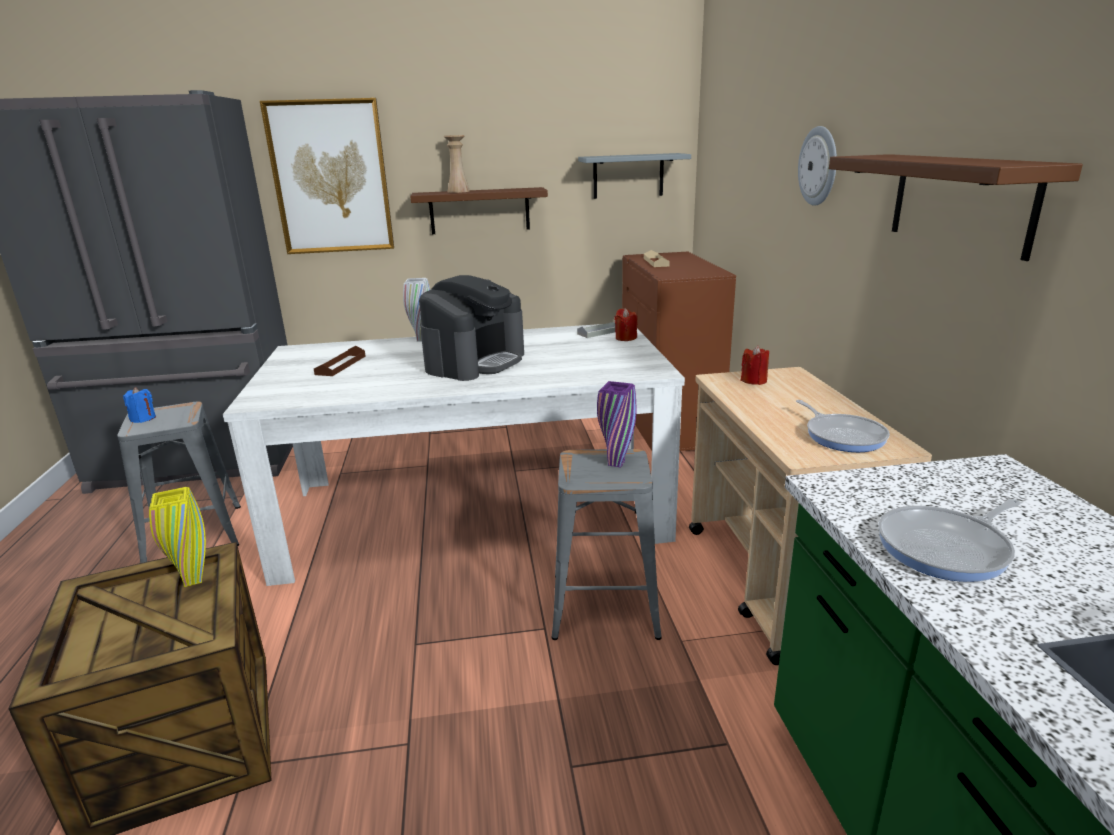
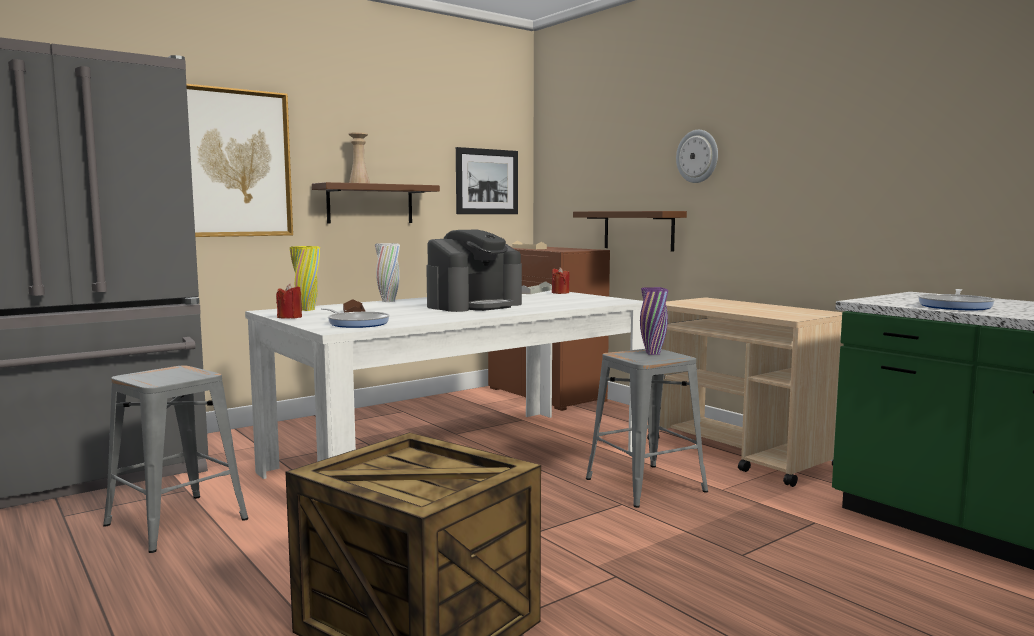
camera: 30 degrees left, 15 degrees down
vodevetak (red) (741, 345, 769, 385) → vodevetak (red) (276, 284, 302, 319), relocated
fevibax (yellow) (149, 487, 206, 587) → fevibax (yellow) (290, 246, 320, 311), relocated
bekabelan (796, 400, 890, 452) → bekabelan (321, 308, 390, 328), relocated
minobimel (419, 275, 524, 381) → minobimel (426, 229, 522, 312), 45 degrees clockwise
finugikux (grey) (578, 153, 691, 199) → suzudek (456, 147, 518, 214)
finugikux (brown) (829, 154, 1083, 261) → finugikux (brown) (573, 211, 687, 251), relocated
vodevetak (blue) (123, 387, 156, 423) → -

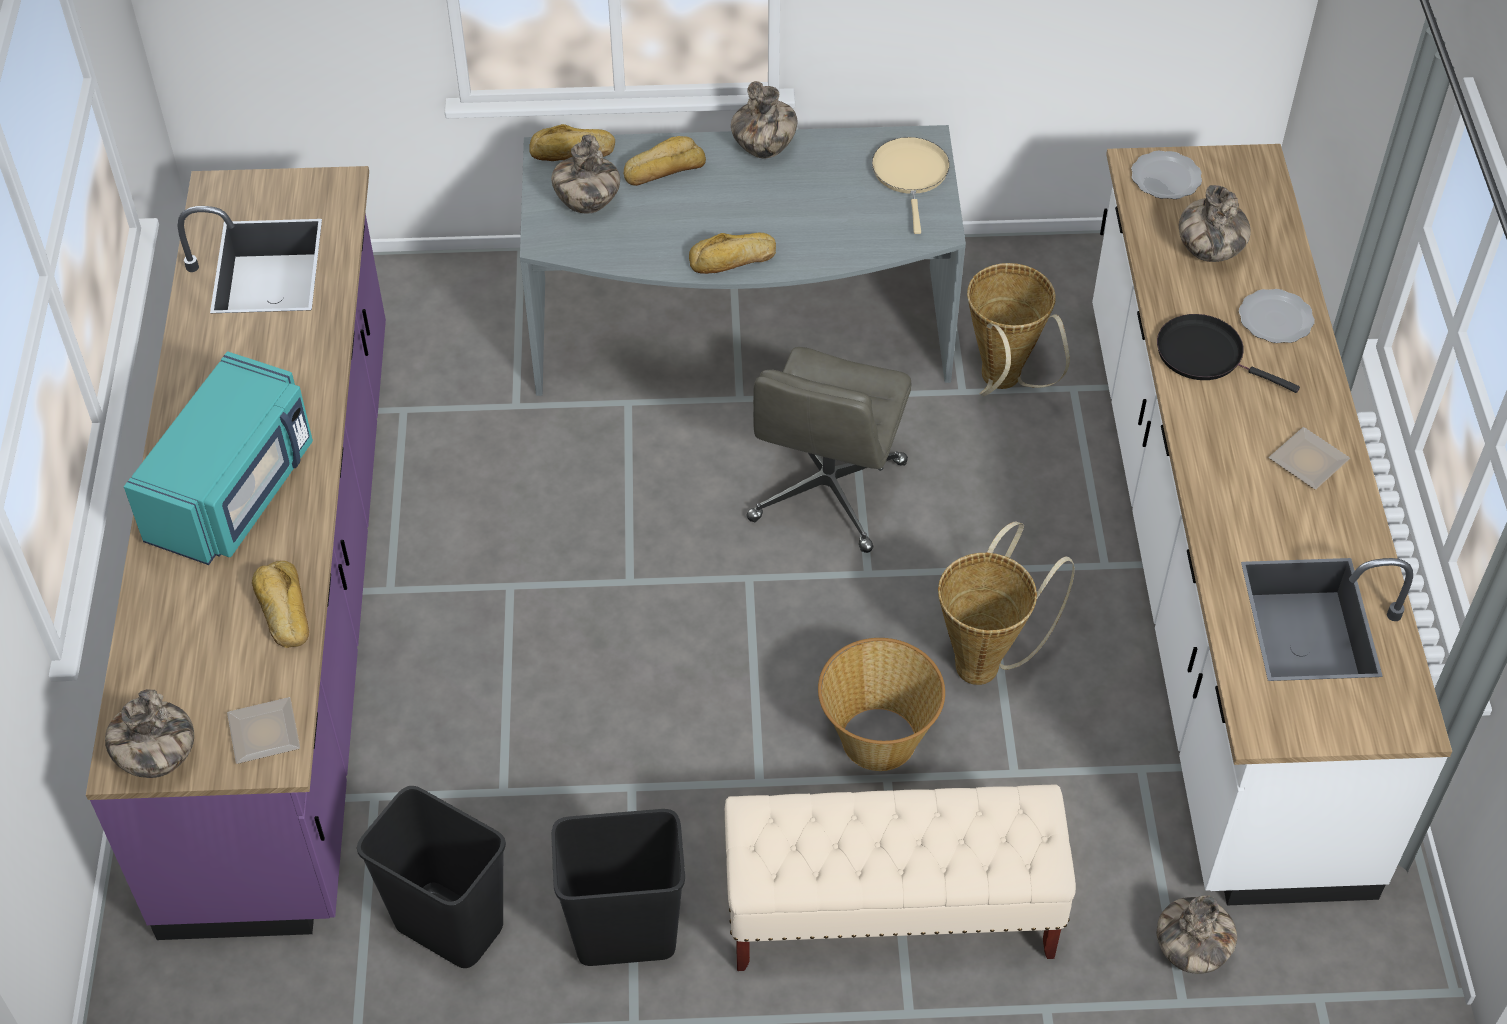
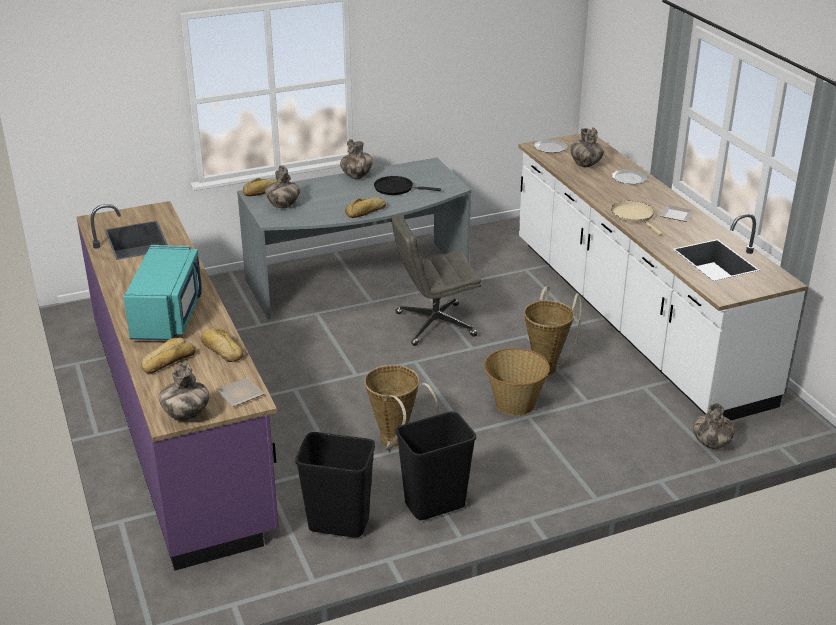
camera: 20 degrees left, 20 degrees down
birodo (624, 136, 706, 186) → birodo (141, 337, 196, 374), relocated
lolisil (967, 263, 1070, 396) → lolisil (365, 365, 439, 450), relocated
bekabelan (black) (1157, 314, 1300, 393) → bekabelan (black) (374, 176, 441, 195), relocated
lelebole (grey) (746, 347, 911, 553) → lelebole (grey) (391, 214, 481, 346), 75 degrees clockwise
bekabelan (beige) (872, 137, 950, 234) → bekabelan (beige) (611, 201, 662, 235), relocated
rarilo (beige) (725, 784, 1076, 971) → -

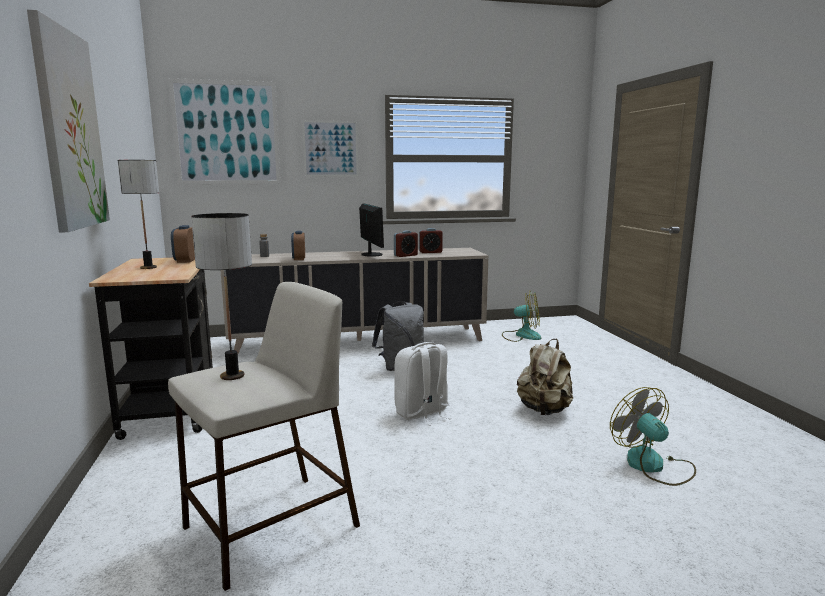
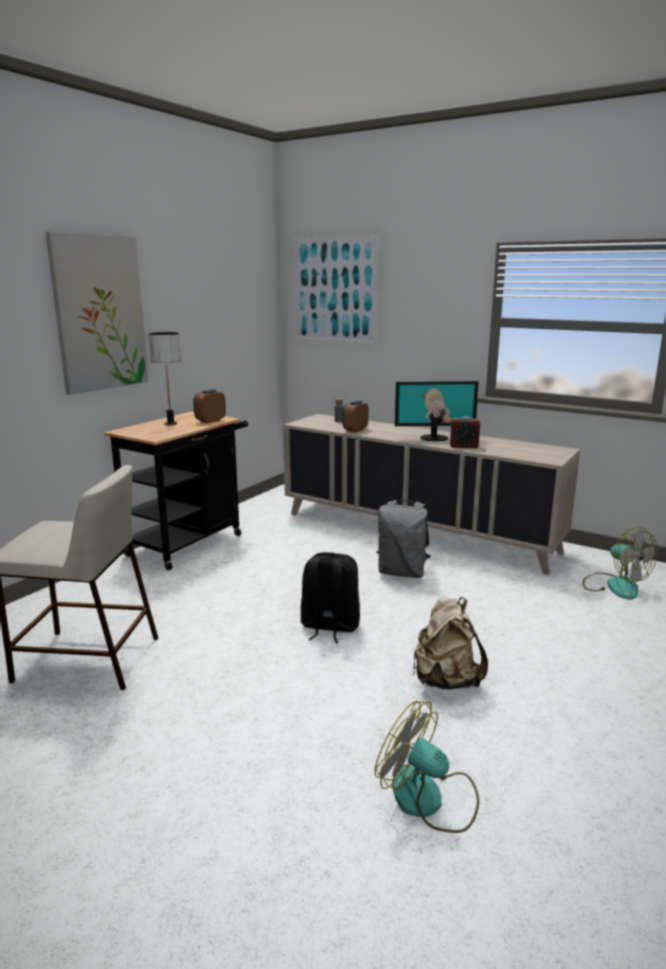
camera: 45 degrees right, 5 degrees up
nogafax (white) (394, 342, 451, 426) → nogafax (black) (301, 552, 360, 643)
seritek (610, 387, 696, 486) → seritek (375, 701, 479, 833), 75 degrees counterclockwise
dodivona (359, 204, 384, 257) → dodivona (395, 381, 478, 441), 60 degrees clockwise
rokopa (191, 213, 252, 380) → -
suzudek (302, 120, 358, 176) → -
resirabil (419, 228, 443, 253) → -

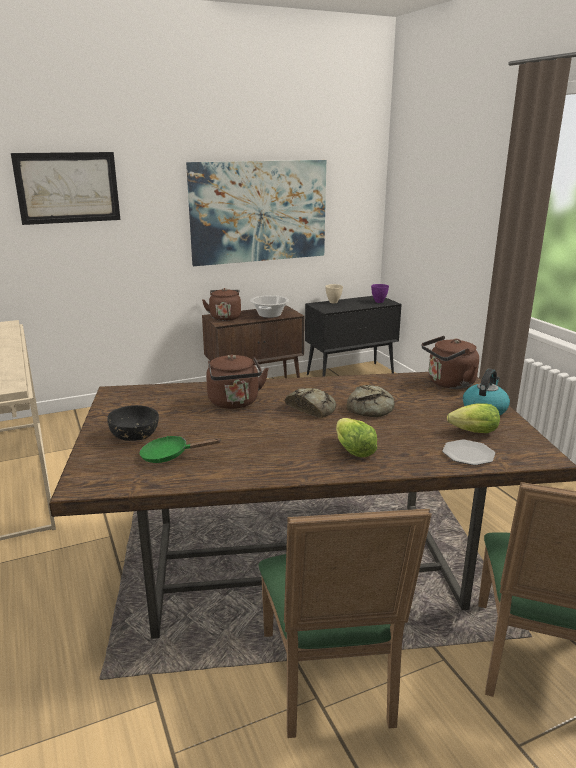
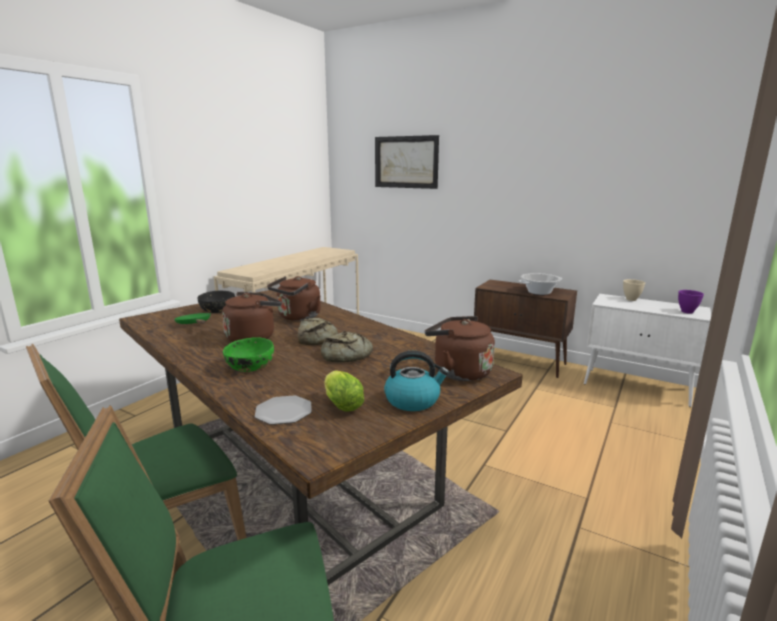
camera: 55 degrees right, 5 degrees down
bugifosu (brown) (202, 288, 241, 321) → bugifosu (brown) (222, 292, 281, 342), relocated
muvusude (336, 418, 377, 457) → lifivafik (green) (223, 337, 274, 372)
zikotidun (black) (305, 296, 402, 377) → zikotidun (white) (584, 294, 711, 407)
suzudek (186, 160, 326, 266) → -

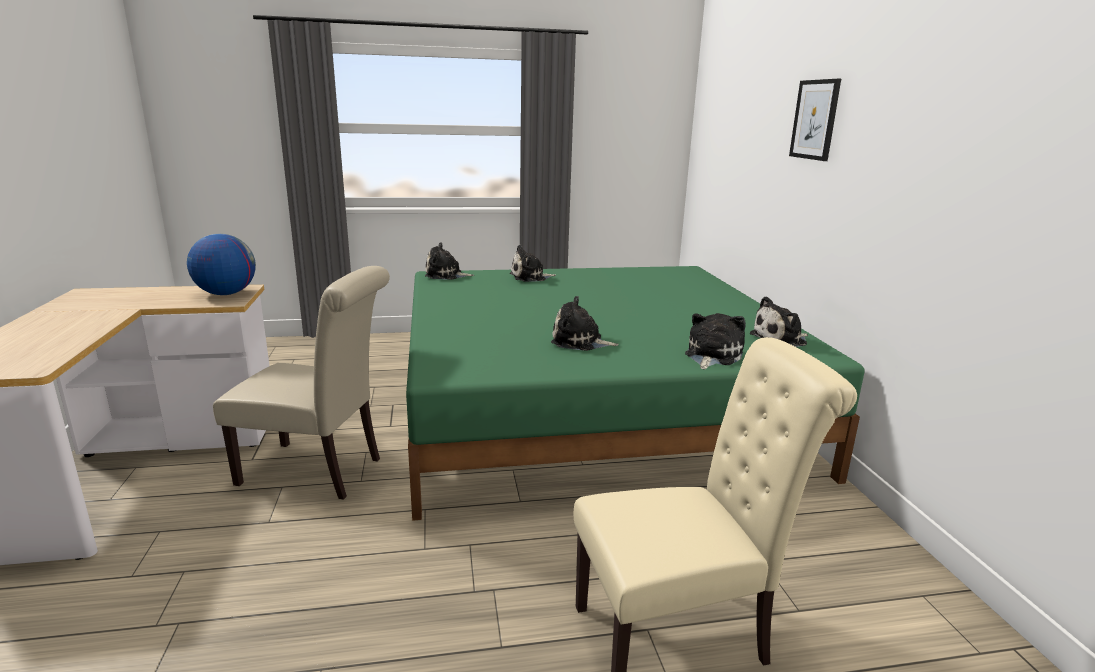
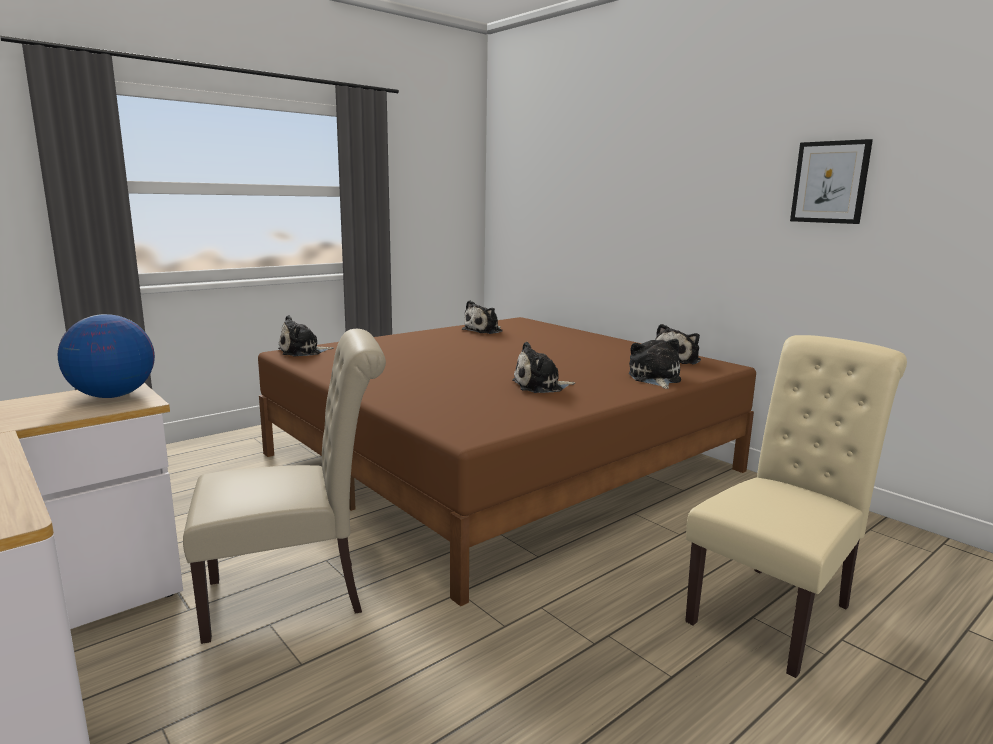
camera: 30 degrees left, 5 degrees down
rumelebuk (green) (406, 266, 865, 521) → rumelebuk (brown) (258, 317, 756, 606)
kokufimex (510, 245, 556, 282) → kokufimex (462, 300, 503, 334), relocated
suzudek (789, 79, 841, 161) → suzudek (790, 139, 873, 224), relocated

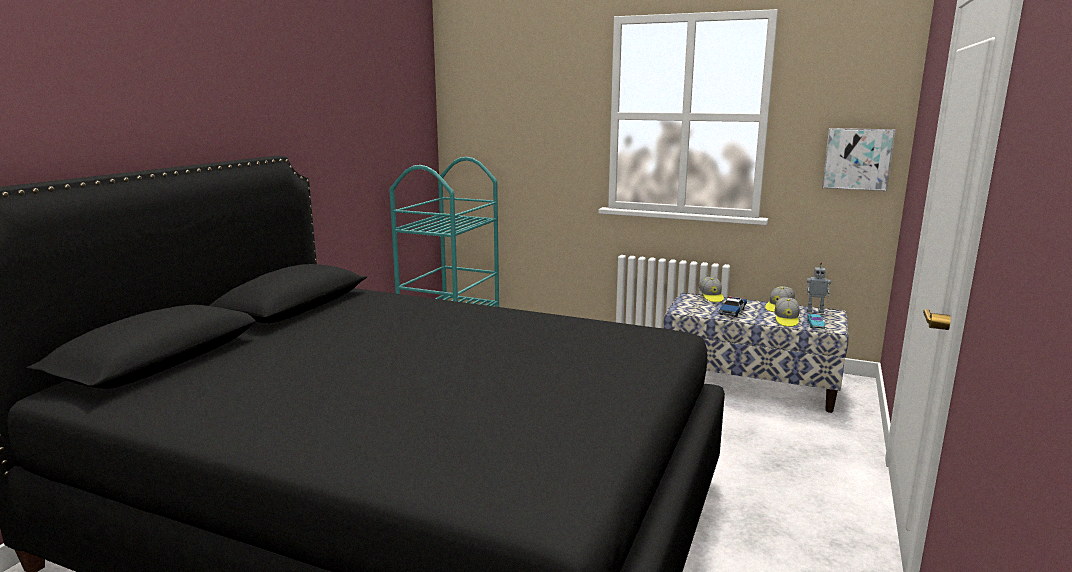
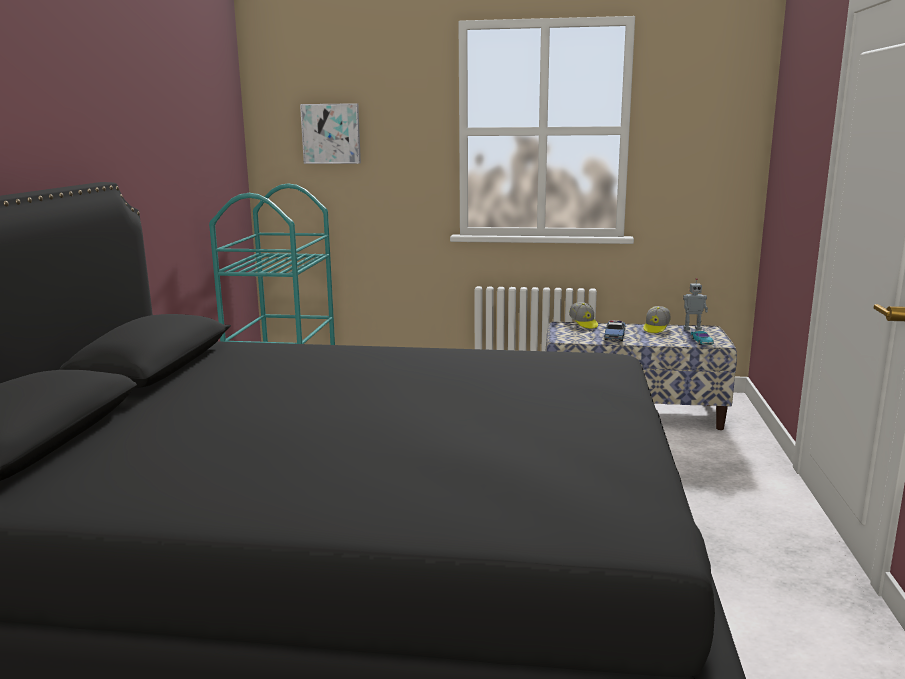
camera: 15 degrees left, 0 degrees up
suzudek (822, 128, 895, 191) → suzudek (300, 103, 361, 164), relocated
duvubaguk (774, 297, 800, 327) → -

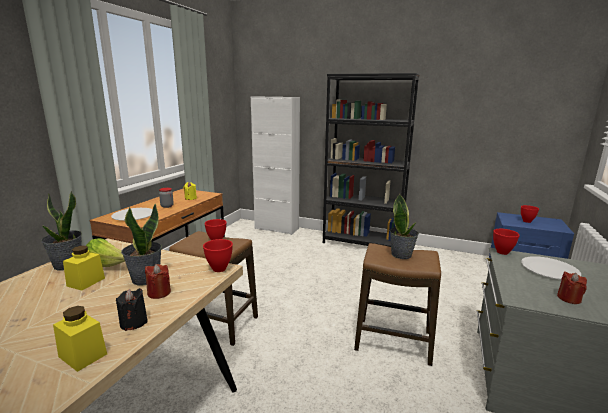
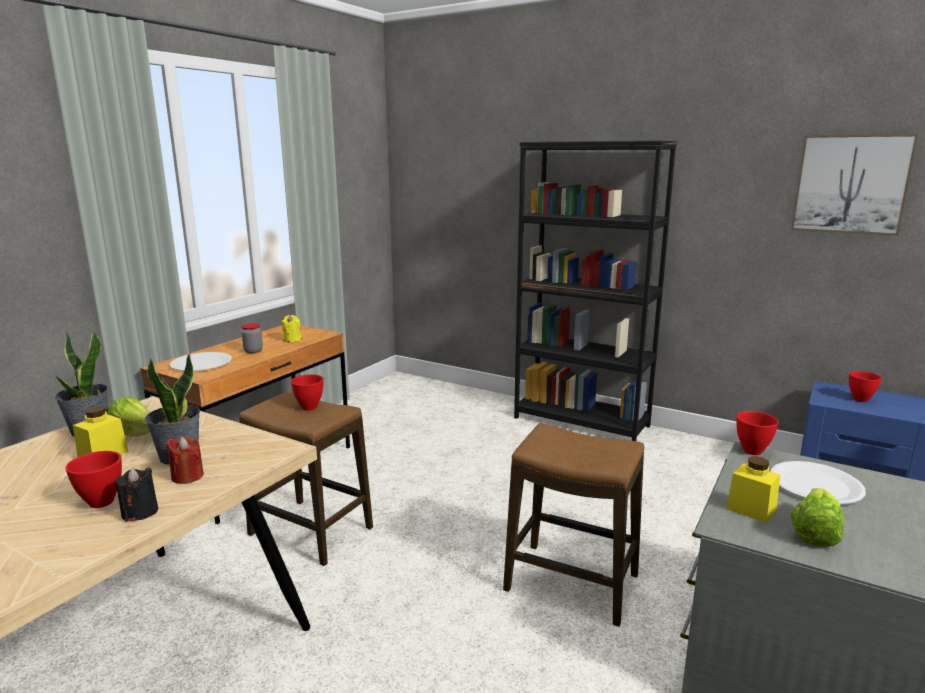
camera: 10 degrees right, 0 degrees up
lifivafik (red) (203, 239, 233, 272) → lifivafik (red) (65, 451, 122, 508), relocated
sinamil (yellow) (53, 306, 107, 372) → sinamil (yellow) (726, 456, 780, 523), relocated
vodevetak (red) (557, 271, 587, 304) → muvusude (790, 488, 845, 547)
- → suzudek (791, 134, 918, 236)
zikotidun (white) (251, 96, 300, 235) → -
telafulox (390, 194, 419, 259) → -

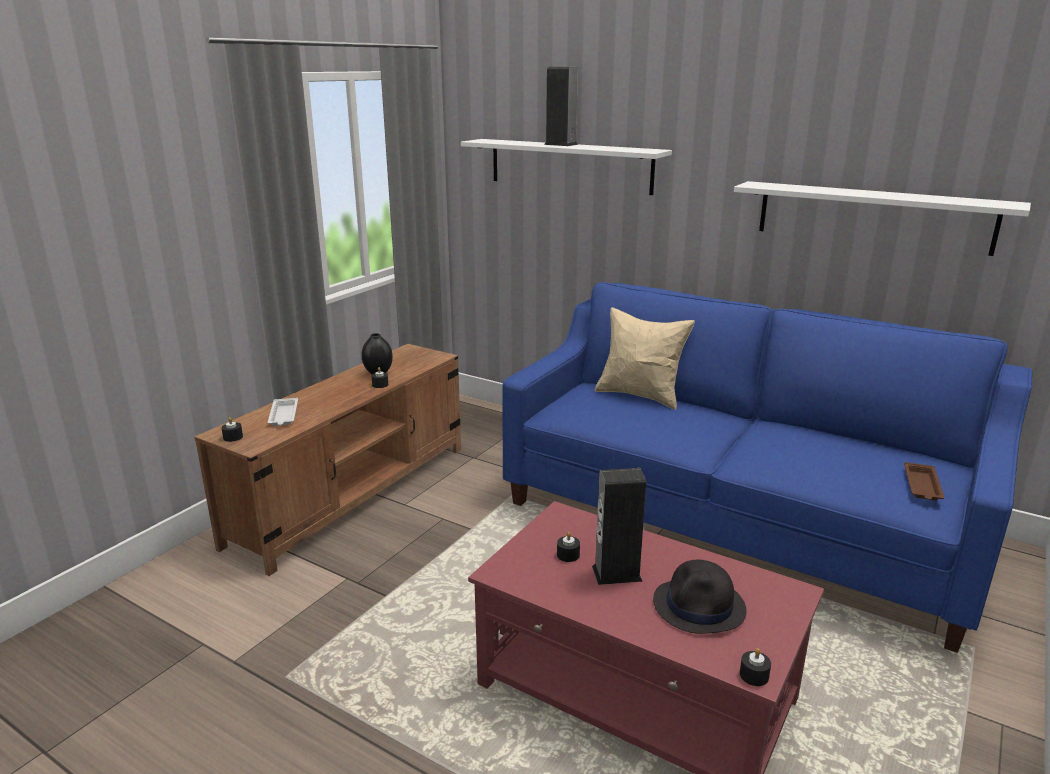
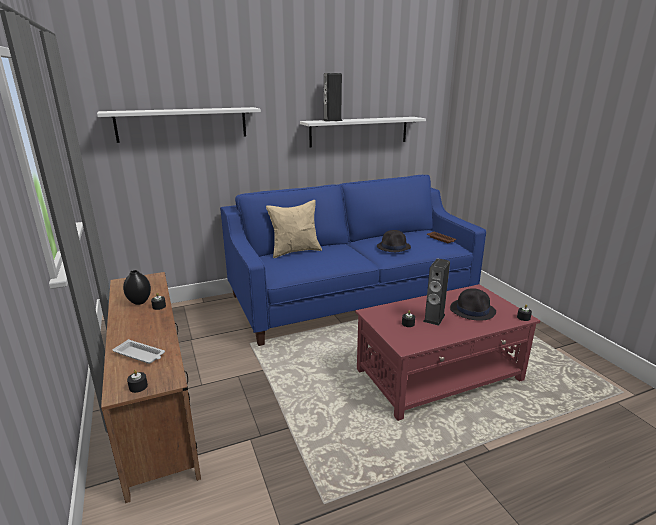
camera: 55 degrees left, 0 degrees up
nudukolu (544, 67, 578, 146) → nudukolu (323, 73, 343, 121), relocated
- → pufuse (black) (377, 230, 411, 252)

